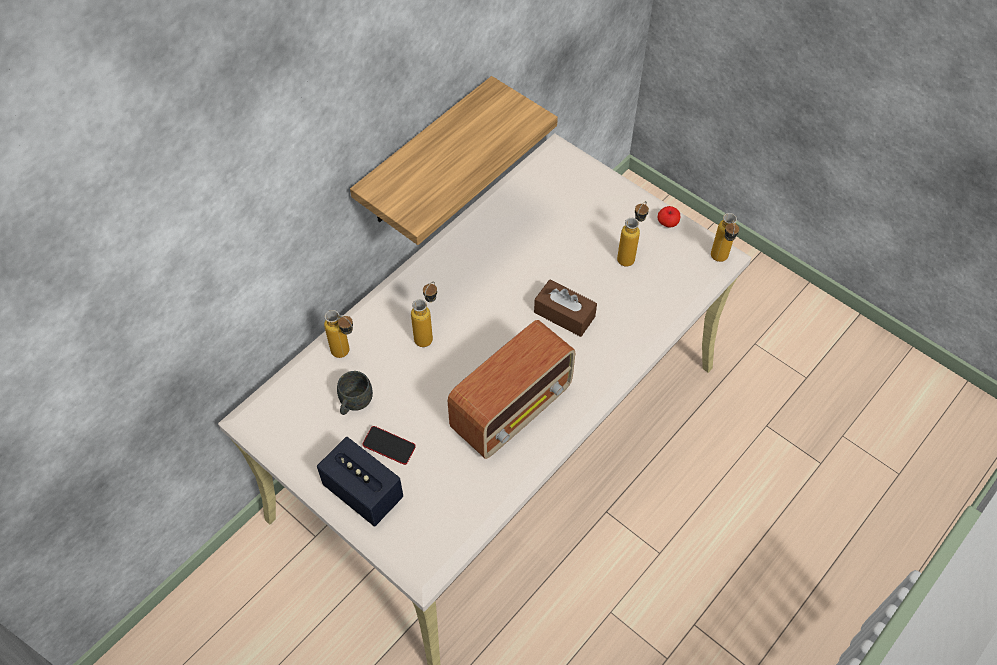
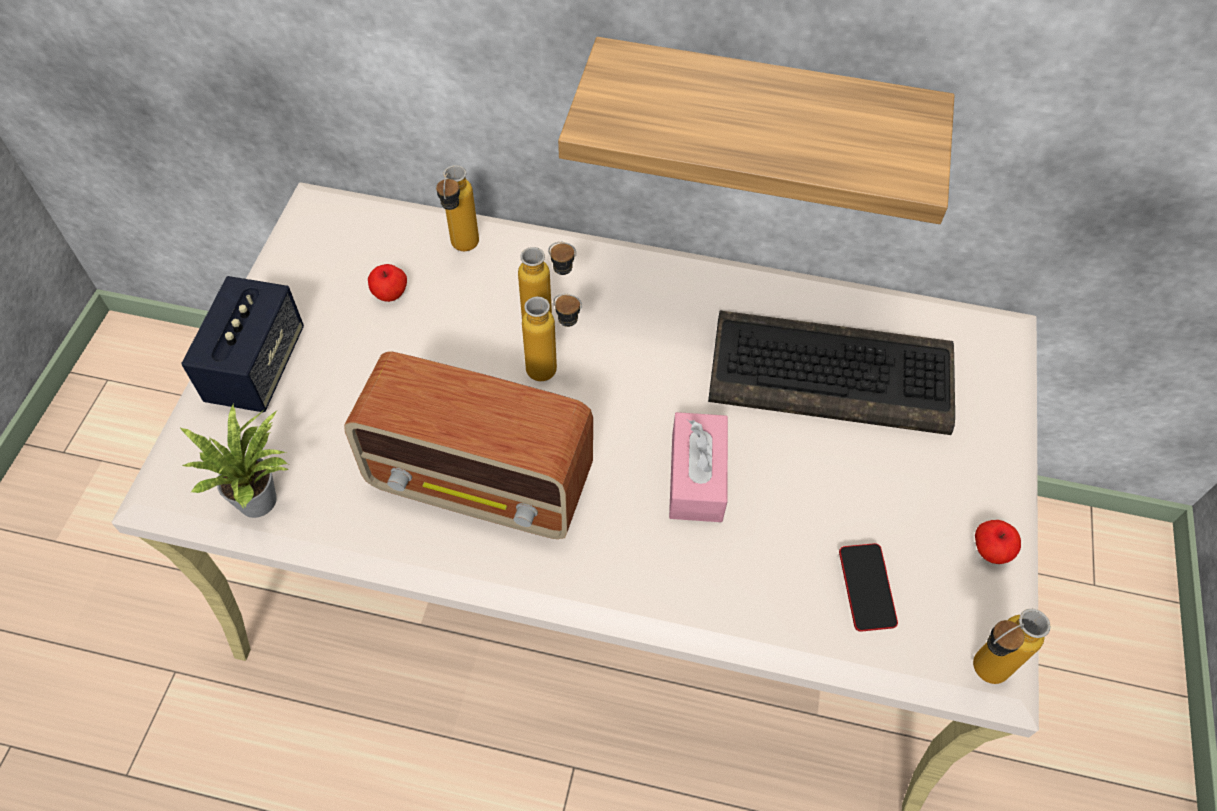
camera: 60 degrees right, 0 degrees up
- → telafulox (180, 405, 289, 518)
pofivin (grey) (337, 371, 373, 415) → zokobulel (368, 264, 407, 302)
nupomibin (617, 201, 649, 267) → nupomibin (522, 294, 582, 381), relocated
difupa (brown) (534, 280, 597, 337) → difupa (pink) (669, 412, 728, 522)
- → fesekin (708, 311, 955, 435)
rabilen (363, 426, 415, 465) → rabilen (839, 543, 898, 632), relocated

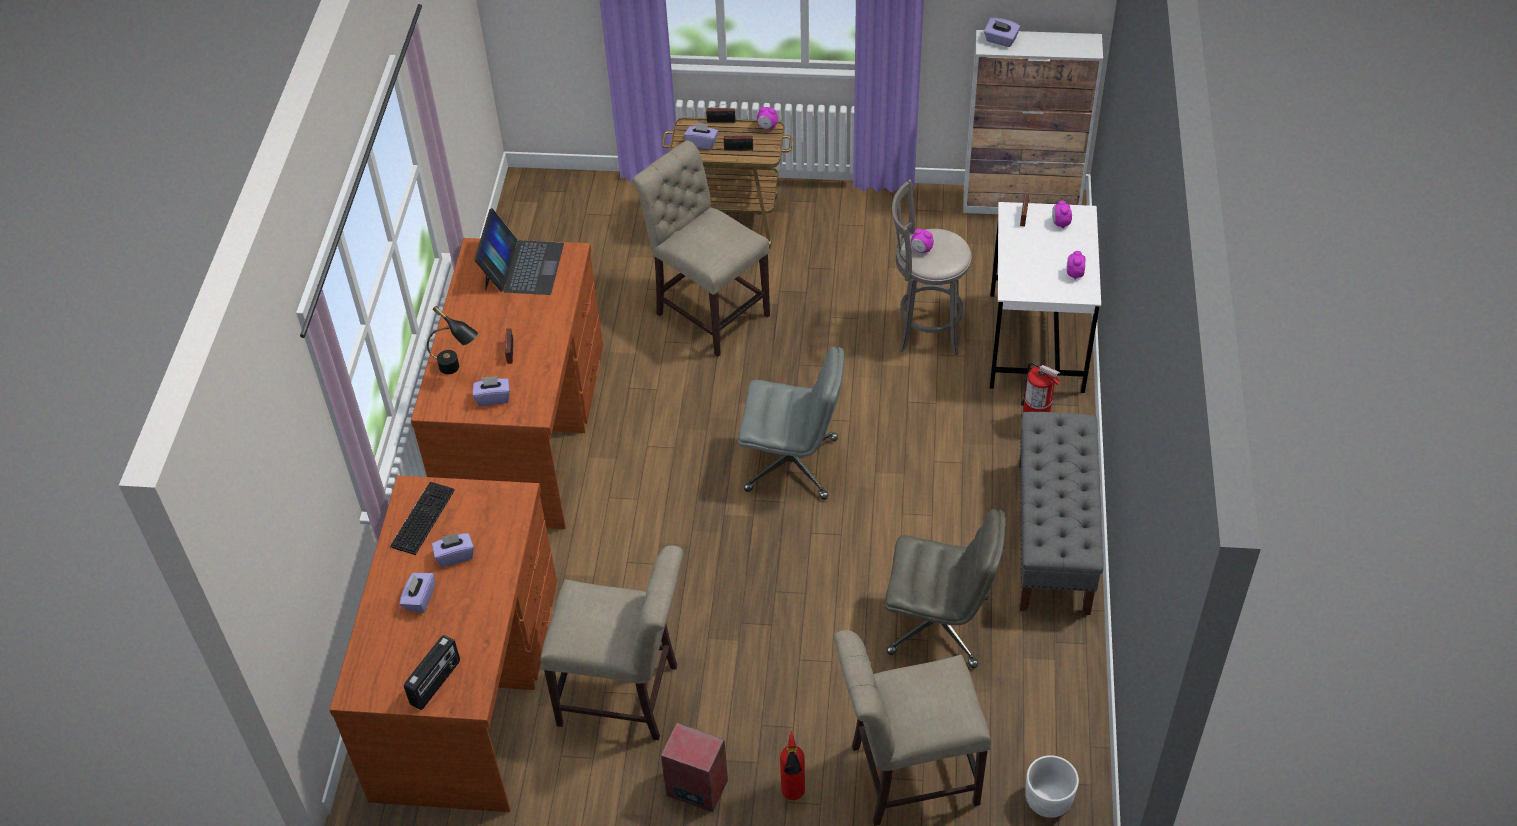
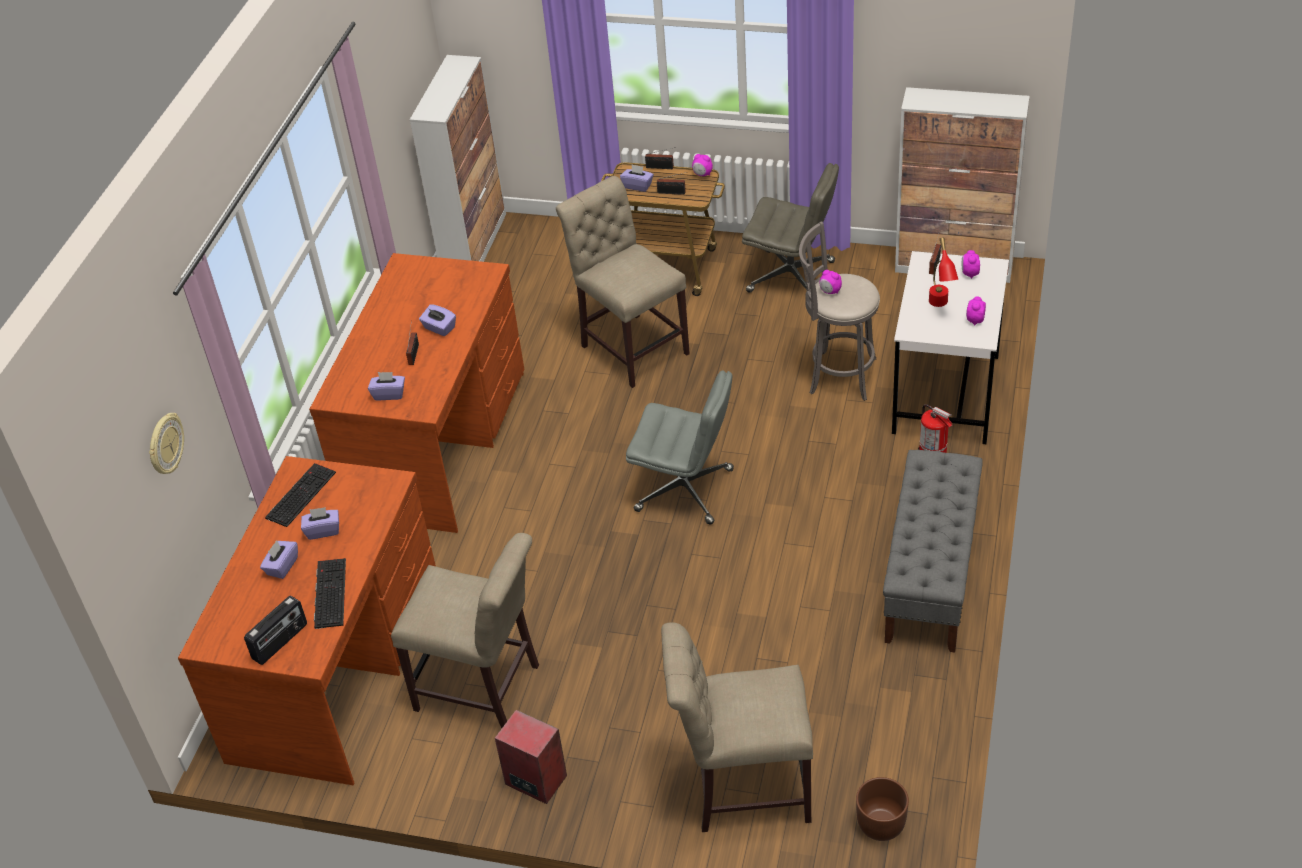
camera: 10 degrees right, 5 degrees down
- → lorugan (149, 413, 184, 474)
- → fesekin (314, 558, 346, 629)
- → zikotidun (410, 55, 506, 262)
difupa (purple) (984, 18, 1020, 47) → difupa (purple) (419, 304, 456, 336), relocated
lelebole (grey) (885, 509, 1006, 668) → lelebole (grey) (742, 163, 839, 293), relocated
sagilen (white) (1025, 755, 1079, 818) → sagilen (brown) (856, 777, 909, 841)
- → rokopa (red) (929, 237, 958, 307)
rokopa (black) (427, 306, 478, 374) → -
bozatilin (474, 208, 564, 295) → -
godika (780, 731, 805, 800) → -

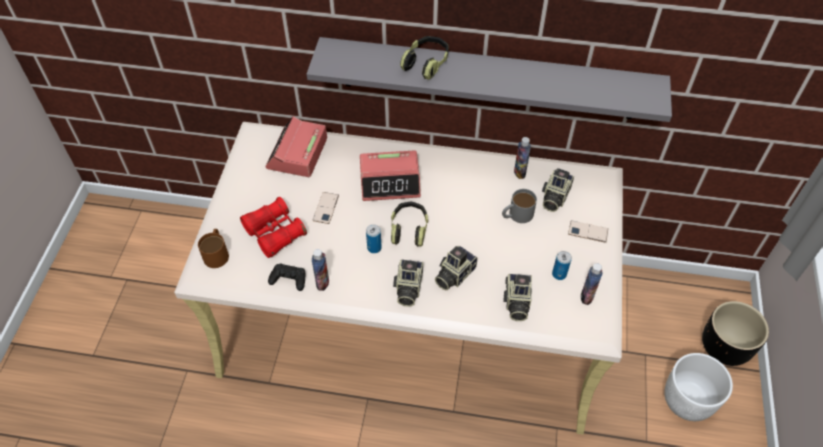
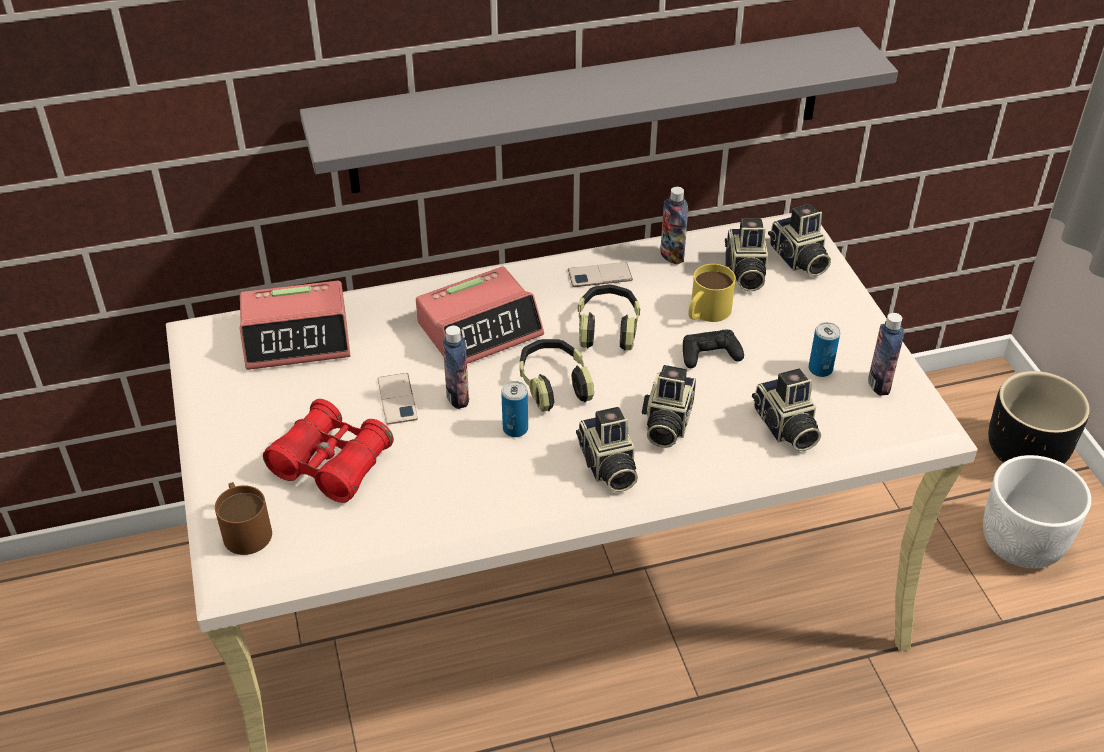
camera: 25 degrees left, 10 degrees down
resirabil (265, 116, 327, 177) → resirabil (240, 281, 350, 370), 90 degrees counterclockwise
nupomibin (312, 249, 329, 291) → nupomibin (442, 326, 469, 409), relocated
rabilen (568, 221, 608, 243) → rabilen (568, 262, 633, 287), relocated
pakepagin (400, 36, 449, 80) → pakepagin (578, 285, 640, 351), relocated
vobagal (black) (268, 263, 305, 291) → vobagal (black) (683, 329, 744, 368), relocated
pofivin (grey) (502, 189, 537, 223) → pofivin (yellow) (689, 264, 736, 322)
- → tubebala (768, 204, 831, 277)

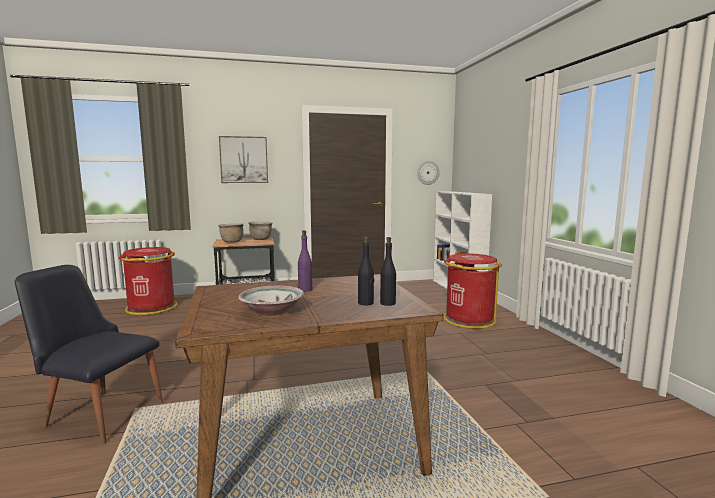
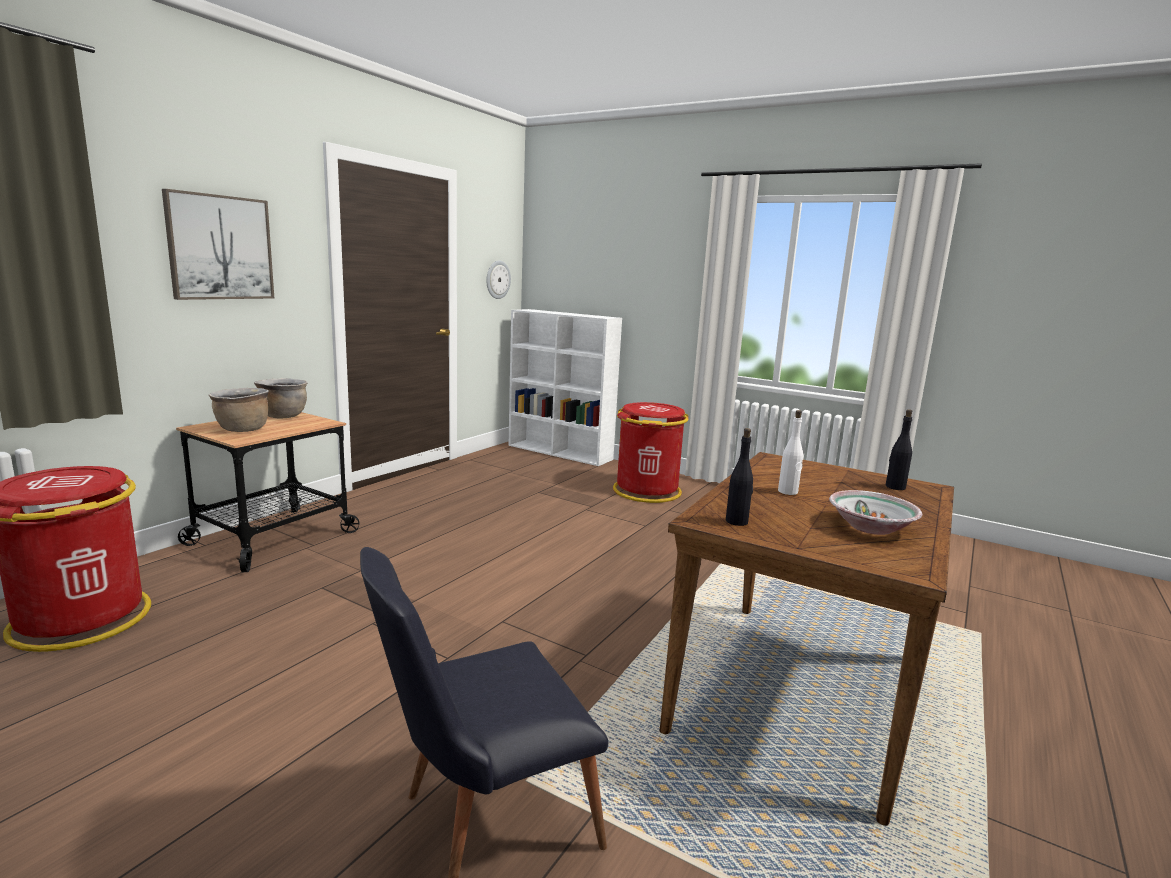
camera: 45 degrees left, 5 degrees up
nupomibin (black) (358, 237, 374, 305) → nupomibin (black) (726, 428, 753, 526), relocated
nupomibin (purple) (298, 230, 312, 292) → nupomibin (white) (778, 410, 803, 495)

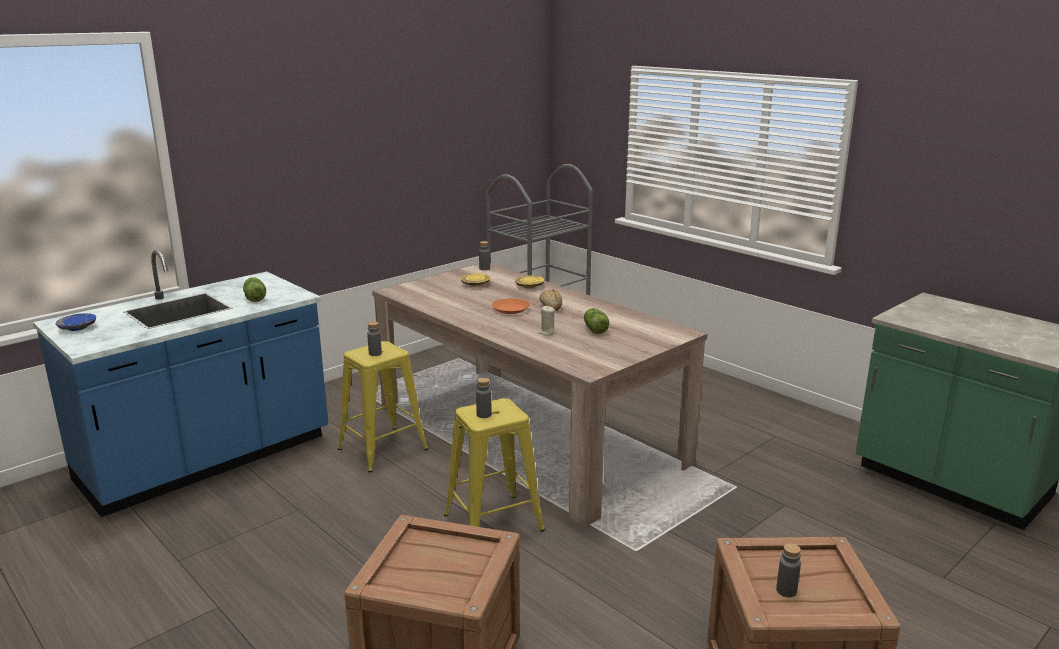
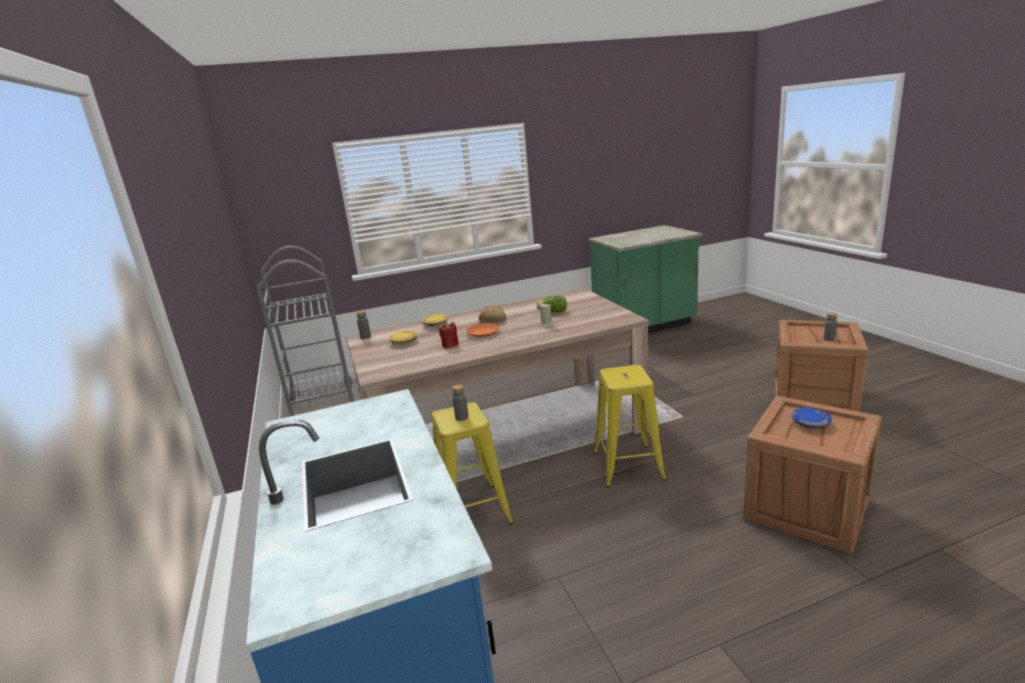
camera: 65 degrees left, 0 degrees up
- → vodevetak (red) (439, 322, 459, 348)
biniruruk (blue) (55, 313, 96, 331) → biniruruk (blue) (792, 408, 832, 429), relocated
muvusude (243, 277, 266, 302) → -
nupomibin (grey) (476, 378, 492, 418) → -

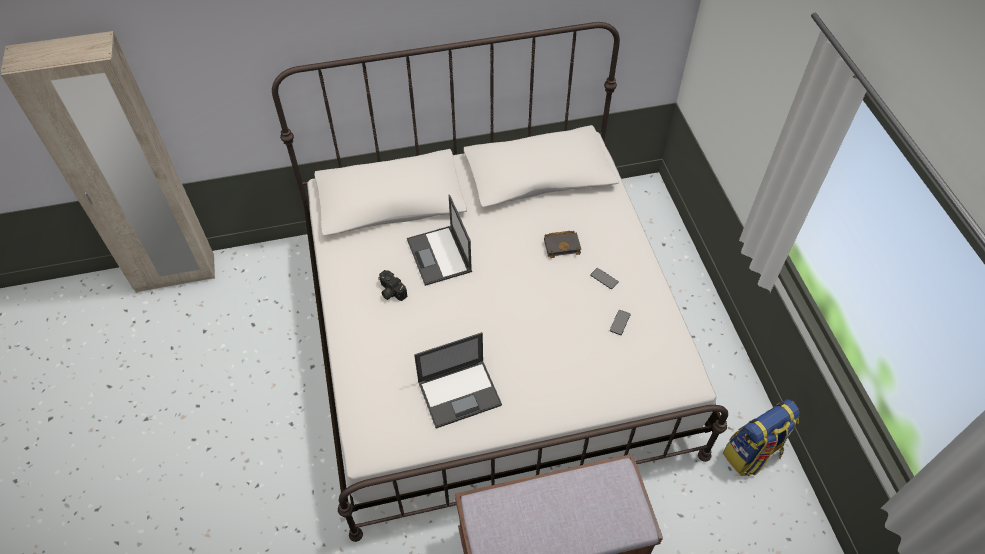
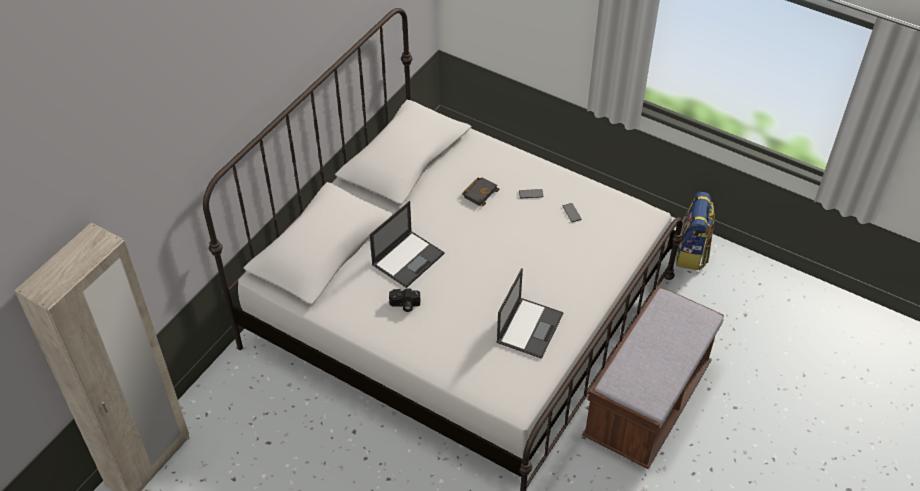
camera: 45 degrees left, 5 degrees down
bozatilin (407, 195, 472, 286) → bozatilin (370, 201, 444, 288), 75 degrees counterclockwise

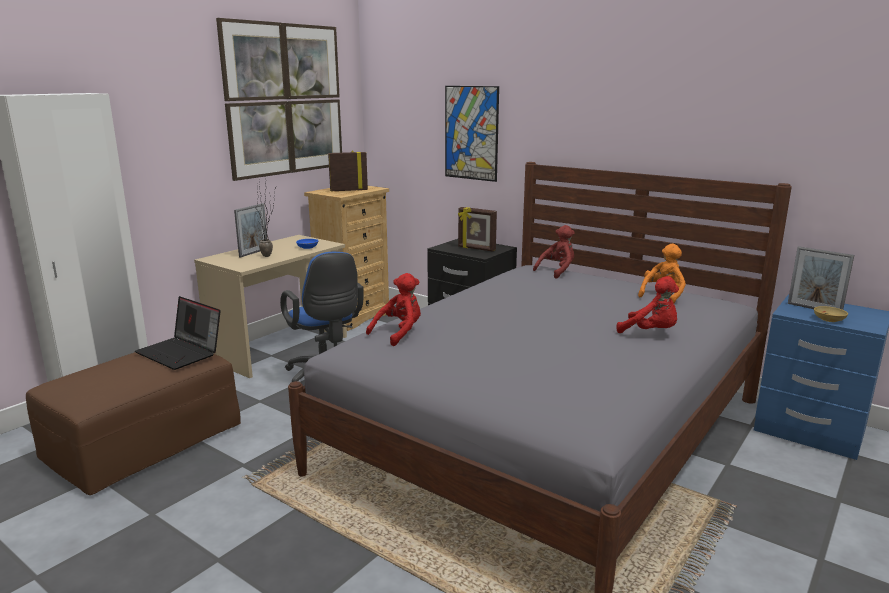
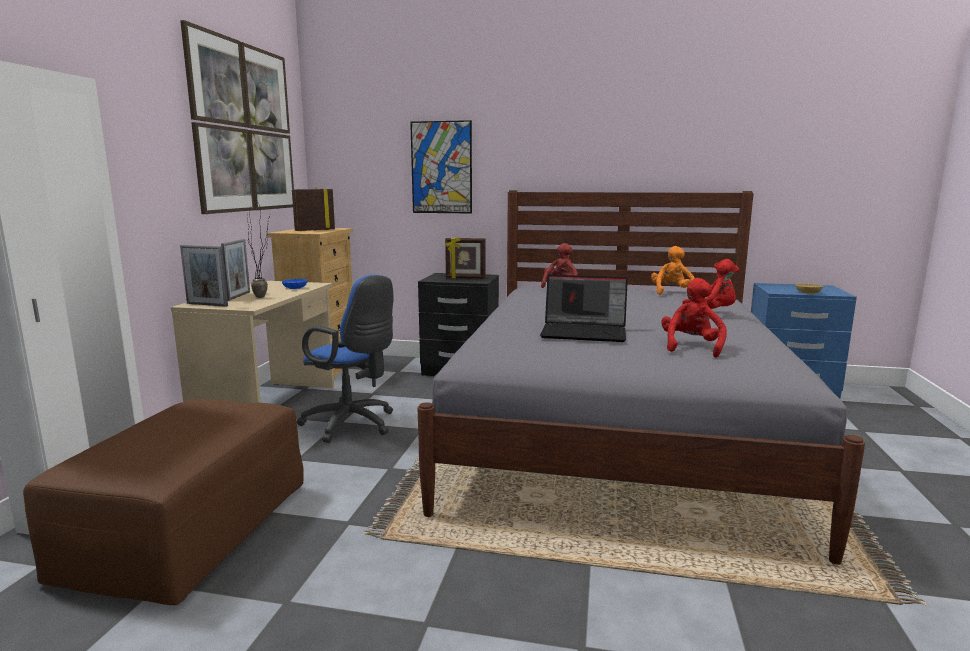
camera: 25 degrees left, 5 degrees down
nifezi (788, 246, 854, 310) → nifezi (180, 245, 228, 307), relocated
bozatilin (135, 296, 221, 370) → bozatilin (540, 275, 628, 342), relocated
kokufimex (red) (366, 273, 421, 346) → kokufimex (red) (661, 278, 727, 358), relocated

